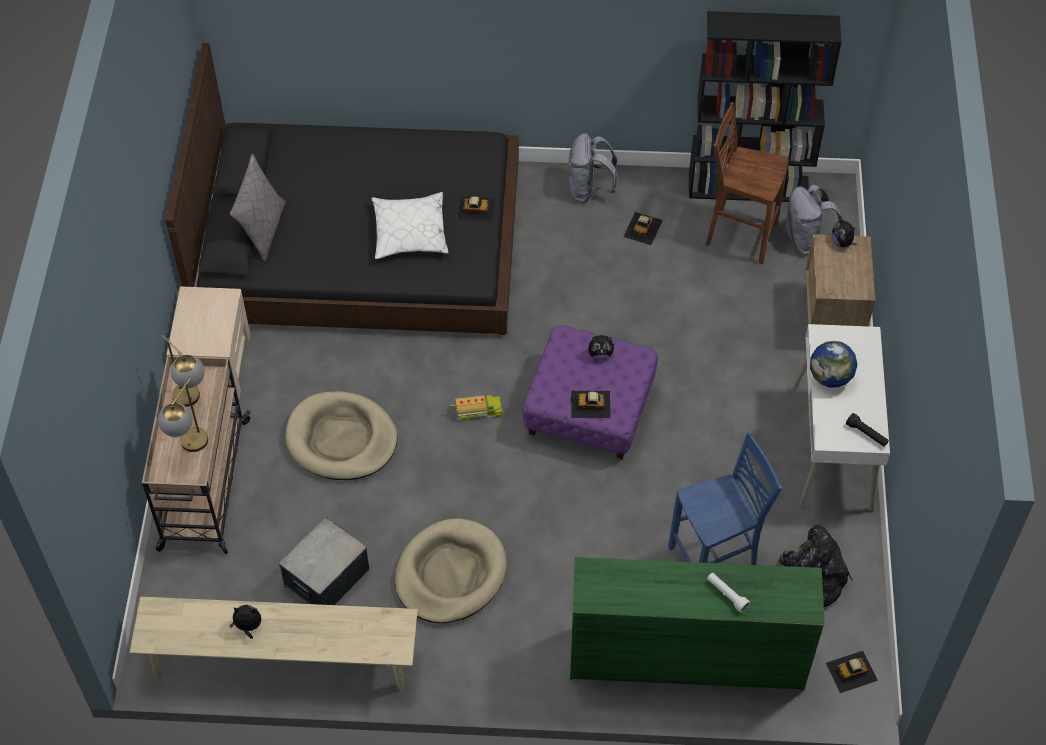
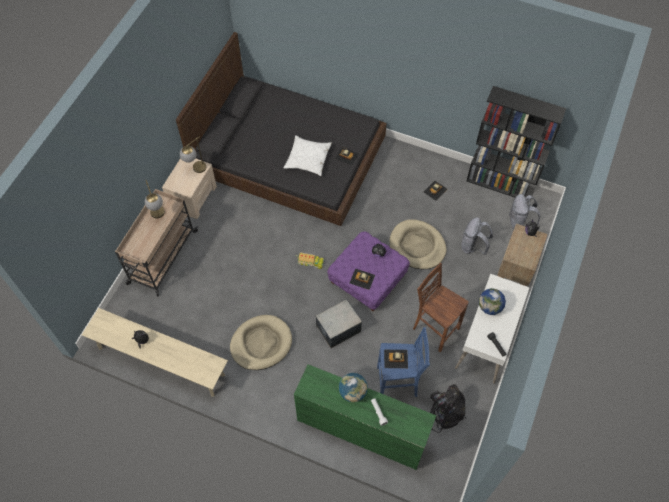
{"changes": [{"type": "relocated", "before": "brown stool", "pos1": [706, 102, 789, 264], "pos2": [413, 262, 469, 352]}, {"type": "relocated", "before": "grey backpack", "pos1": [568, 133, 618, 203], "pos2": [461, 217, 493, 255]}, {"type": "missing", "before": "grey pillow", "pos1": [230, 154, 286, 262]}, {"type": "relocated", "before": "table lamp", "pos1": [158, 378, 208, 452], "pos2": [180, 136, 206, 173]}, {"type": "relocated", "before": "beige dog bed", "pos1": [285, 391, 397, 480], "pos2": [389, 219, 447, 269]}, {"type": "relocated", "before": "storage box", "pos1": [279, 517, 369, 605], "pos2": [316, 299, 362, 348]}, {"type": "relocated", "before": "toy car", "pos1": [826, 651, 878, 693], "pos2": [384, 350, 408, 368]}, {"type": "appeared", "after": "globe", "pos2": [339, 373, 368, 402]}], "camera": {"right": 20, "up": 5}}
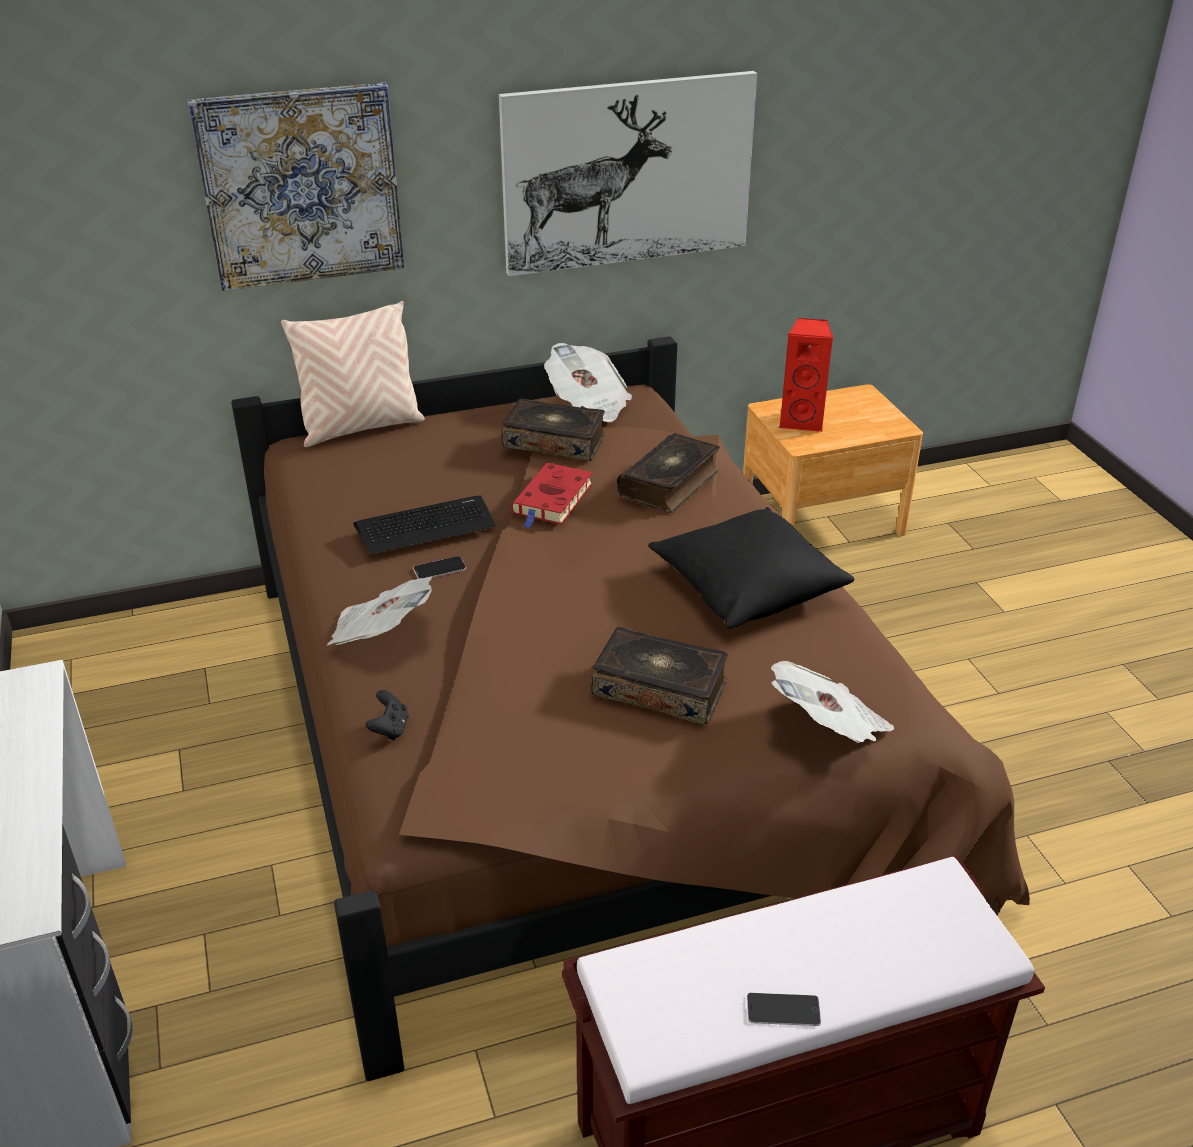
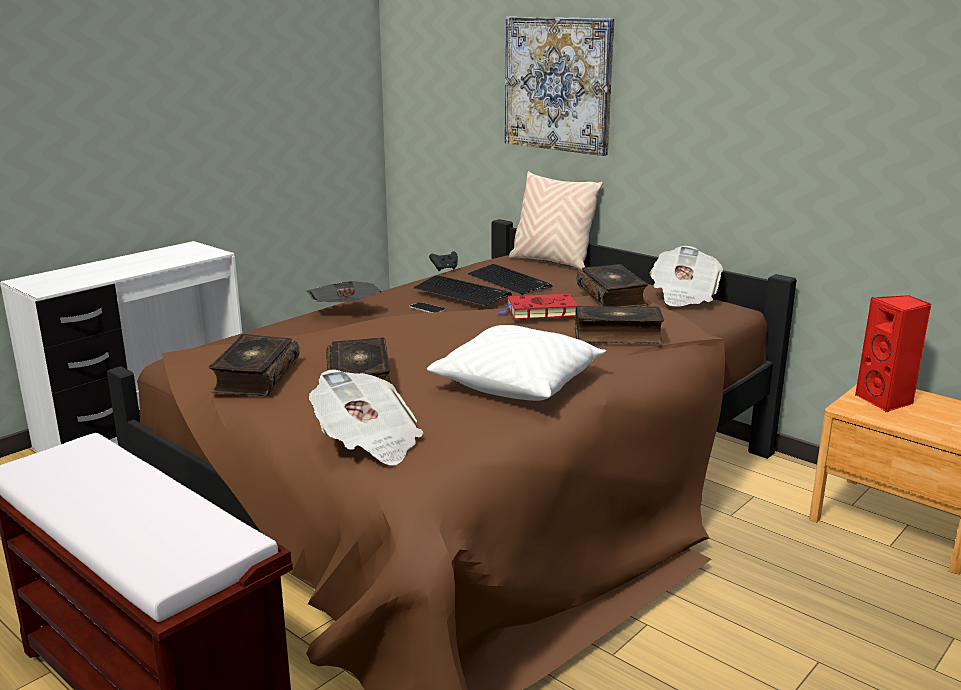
{"changes": [{"type": "missing", "before": "picture", "pos1": [499, 71, 757, 276]}, {"type": "colour", "before": "black pillow", "after": "white pillow", "pos1": [648, 507, 854, 629], "pos2": [427, 325, 606, 401]}, {"type": "relocated", "before": "black game controller", "pos1": [366, 690, 409, 740], "pos2": [429, 251, 458, 271]}, {"type": "missing", "before": "phone", "pos1": [747, 993, 821, 1026]}, {"type": "appeared", "after": "keyboard", "pos2": [468, 264, 553, 295]}, {"type": "appeared", "after": "book", "pos2": [209, 334, 299, 396]}], "camera": {"right": 60, "up": -15}}
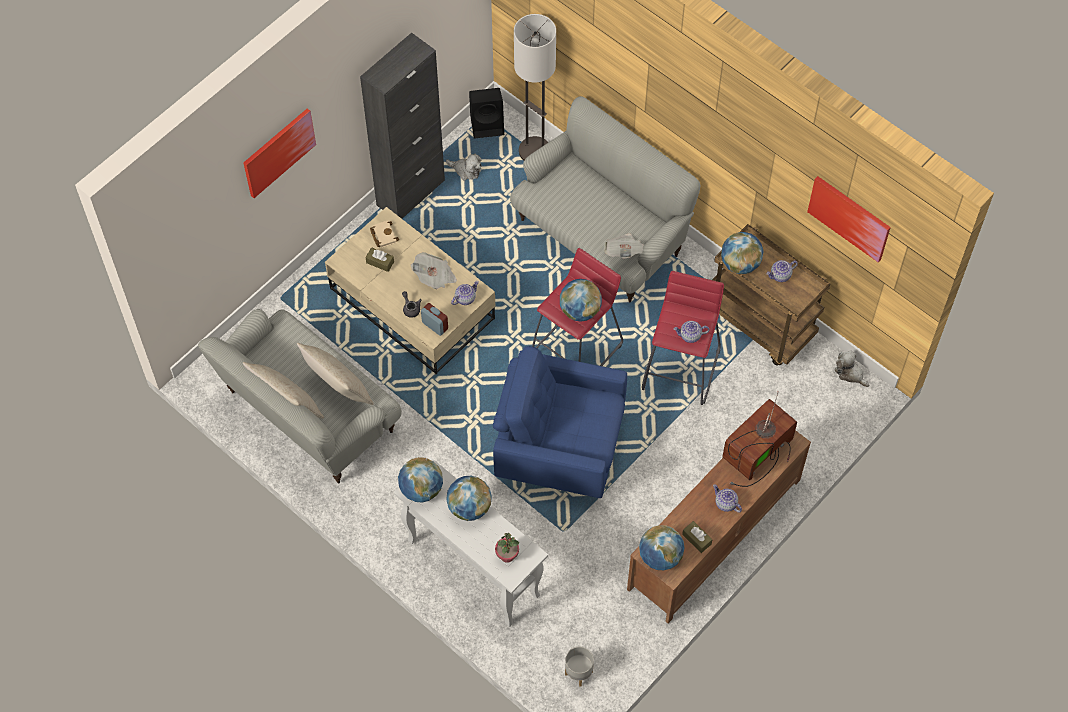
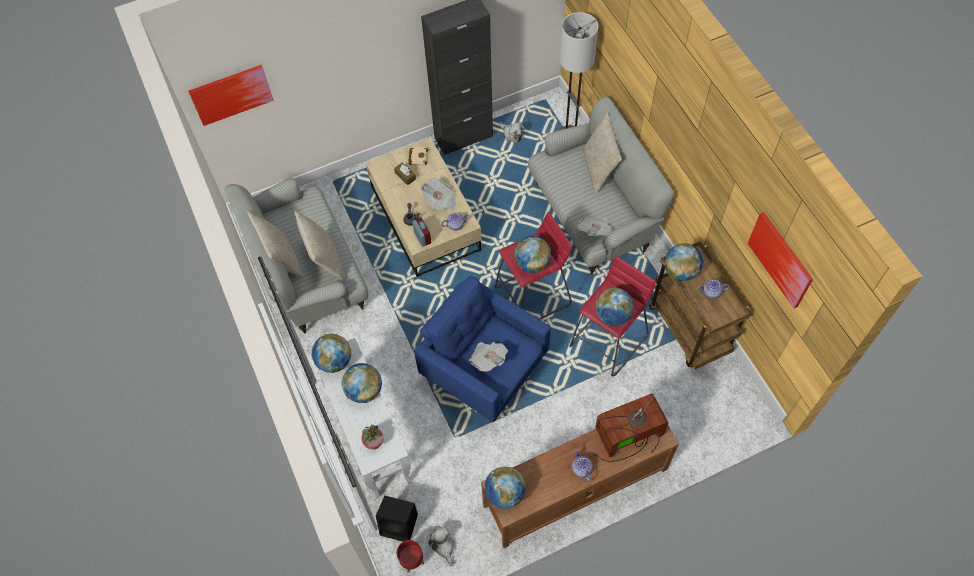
{"changes": [{"type": "relocated", "before": "black speaker", "pos1": [469, 88, 504, 139], "pos2": [376, 496, 418, 542]}, {"type": "relocated", "before": "picture", "pos1": [243, 109, 316, 198], "pos2": [188, 65, 274, 126]}, {"type": "exchanged", "before": "teapot", "after": "globe", "pos1": [673, 321, 710, 343], "pos2": [596, 288, 634, 326]}, {"type": "relocated", "before": "plush toy", "pos1": [835, 350, 869, 387], "pos2": [429, 526, 454, 566]}, {"type": "missing", "before": "brown tissue box", "pos1": [682, 521, 712, 553]}, {"type": "colour", "before": "grey planter", "after": "red planter", "pos1": [565, 647, 594, 687], "pos2": [397, 540, 424, 573]}, {"type": "appeared", "after": "beige pillow", "pos2": [582, 113, 622, 195]}, {"type": "appeared", "after": "newspaper", "pos2": [469, 342, 508, 372]}], "camera": {"right": 25, "up": 0}}
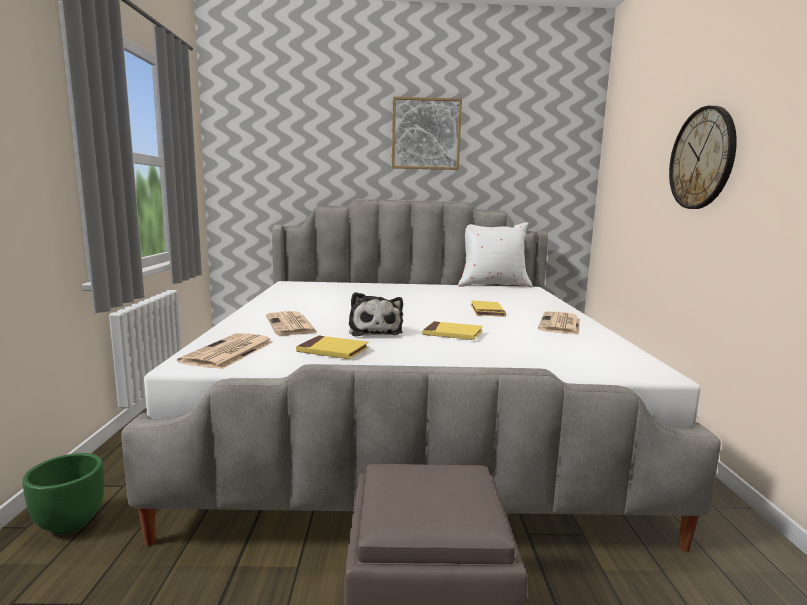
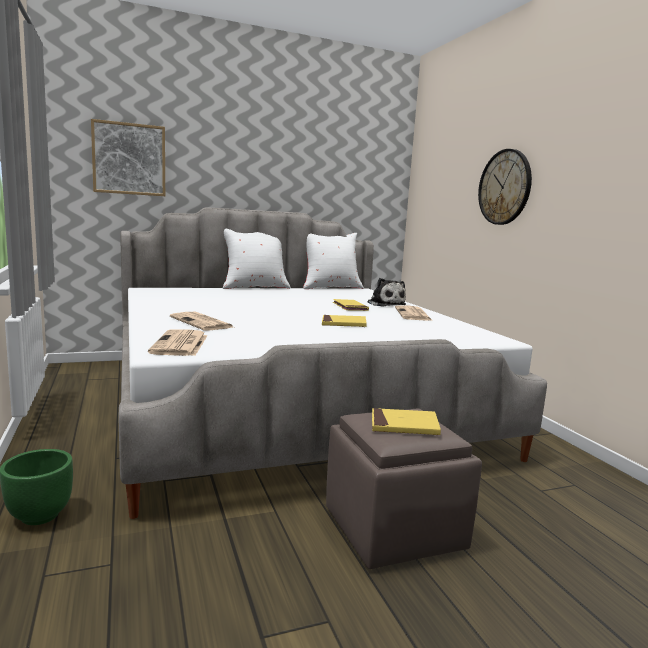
{"changes": [{"type": "relocated", "before": "picture", "pos1": [392, 96, 462, 170], "pos2": [91, 119, 165, 196]}, {"type": "relocated", "before": "plush toy", "pos1": [349, 292, 403, 336], "pos2": [368, 278, 406, 307]}, {"type": "relocated", "before": "yellow book", "pos1": [296, 336, 369, 359], "pos2": [372, 408, 441, 435]}, {"type": "appeared", "after": "white pillow", "pos2": [223, 229, 291, 289]}], "camera": {"right": -20, "up": 0}}
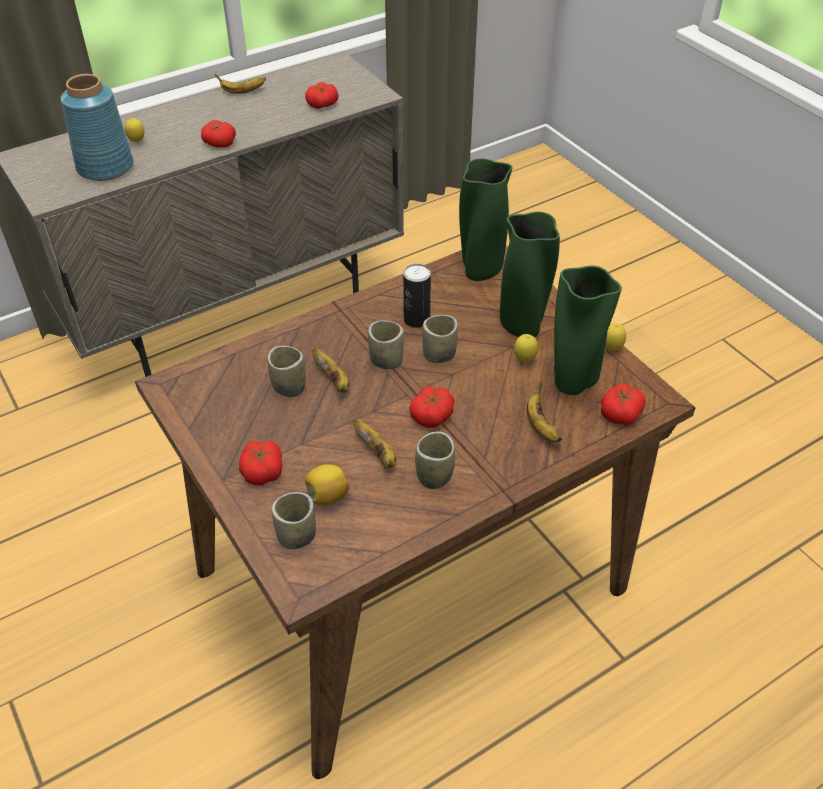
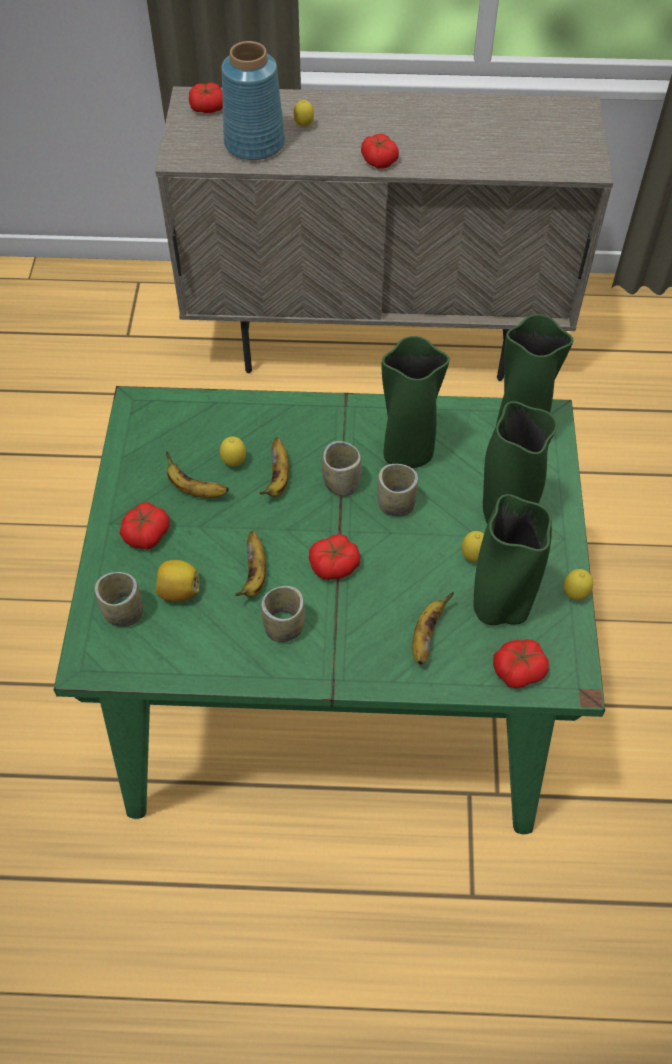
{"changes": [{"type": "relocated", "before": "banana", "pos1": [215, 74, 266, 94], "pos2": [166, 451, 229, 498]}, {"type": "relocated", "before": "tomato", "pos1": [305, 82, 339, 109], "pos2": [189, 83, 223, 113]}, {"type": "colour", "before": "brown dining table", "after": "green dining table", "pos1": [135, 246, 695, 779], "pos2": [54, 386, 605, 834]}, {"type": "exchanged", "before": "can", "after": "green vase", "pos1": [403, 264, 431, 328], "pos2": [382, 336, 450, 468]}, {"type": "exchanged", "before": "cup", "after": "lemon", "pos1": [268, 346, 306, 397], "pos2": [220, 437, 246, 466]}], "camera": {"right": 35, "up": 10}}
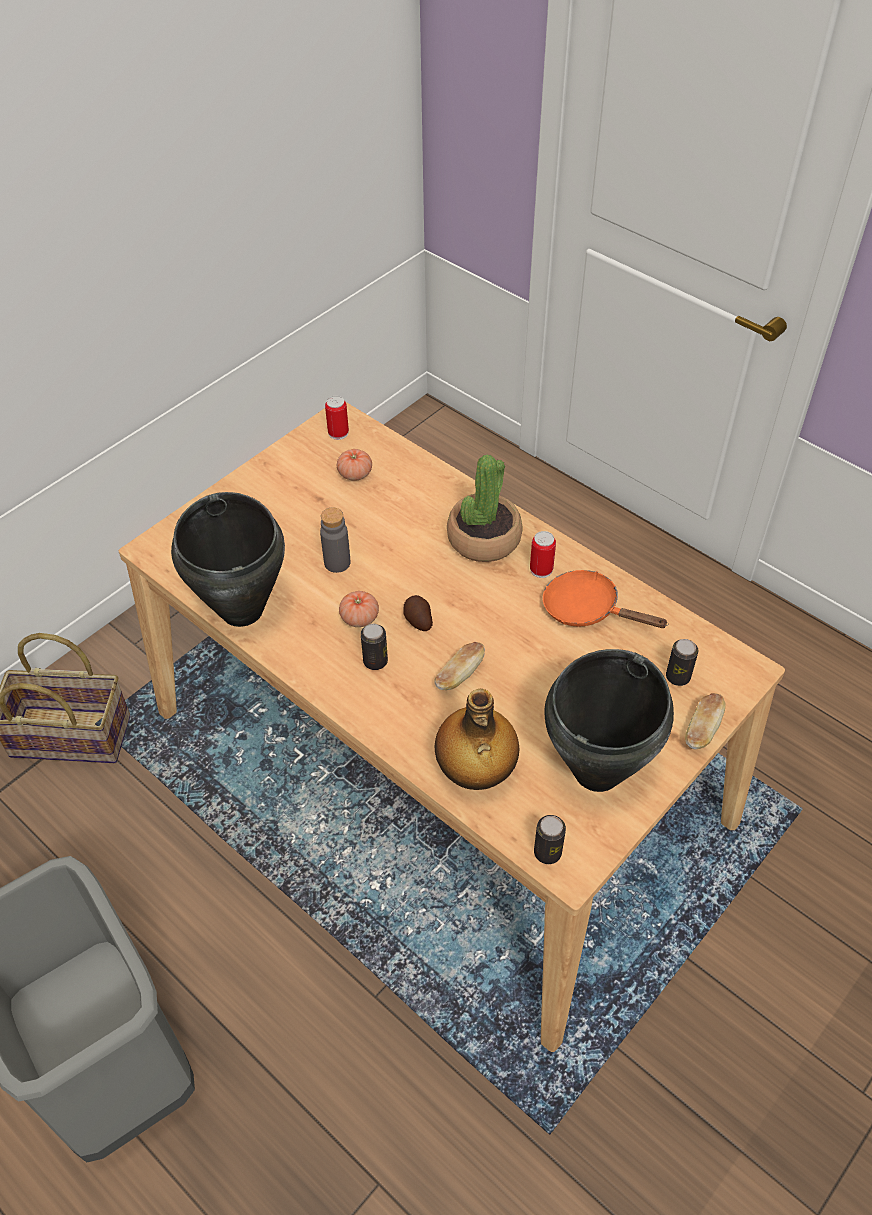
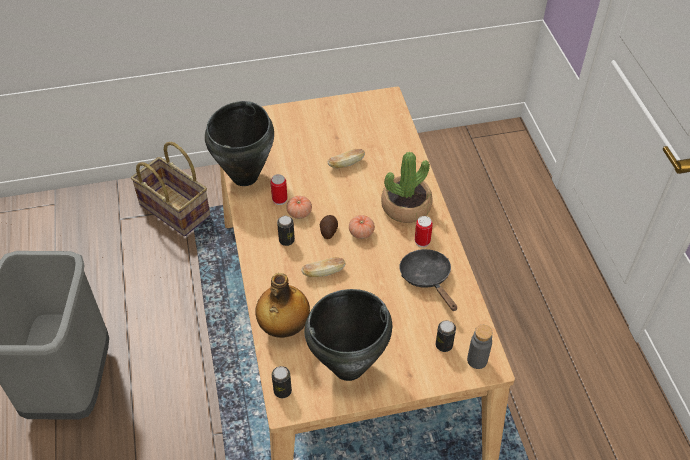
{"changes": [{"type": "relocated", "before": "can", "pos1": [325, 396, 349, 440], "pos2": [270, 174, 287, 205]}, {"type": "relocated", "before": "tomato", "pos1": [337, 449, 372, 481], "pos2": [349, 215, 375, 239]}, {"type": "relocated", "before": "grey bottle", "pos1": [320, 507, 351, 573], "pos2": [467, 325, 493, 369]}, {"type": "colour", "before": "orange frying pan", "after": "black frying pan", "pos1": [543, 570, 669, 628], "pos2": [399, 249, 457, 311]}, {"type": "relocated", "before": "bread", "pos1": [685, 693, 725, 749], "pos2": [328, 149, 365, 168]}], "camera": {"right": 35, "up": 0}}
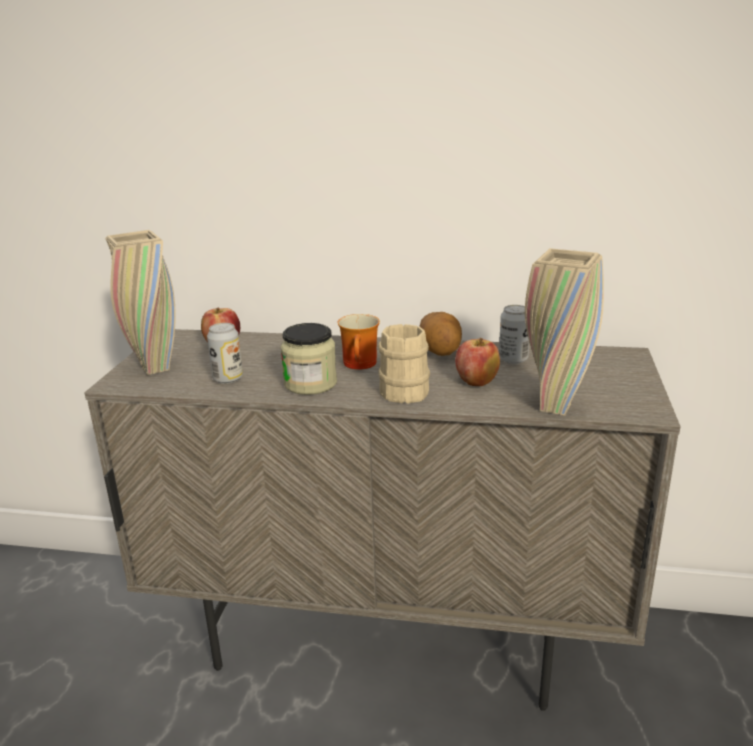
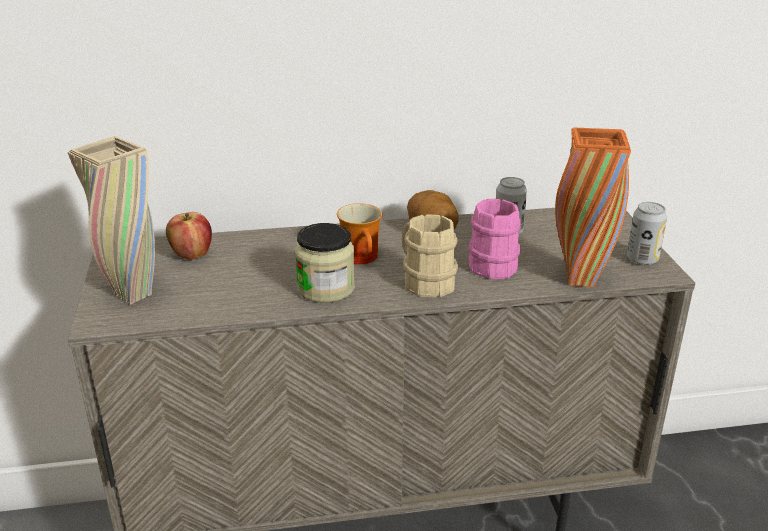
{"changes": [{"type": "colour", "before": "beige vase", "after": "orange vase", "pos1": [525, 248, 604, 416], "pos2": [555, 127, 631, 287]}, {"type": "relocated", "before": "can", "pos1": [207, 323, 243, 384], "pos2": [627, 202, 667, 265]}, {"type": "exchanged", "before": "apple", "after": "pink mug", "pos1": [455, 338, 500, 386], "pos2": [469, 199, 521, 279]}], "camera": {"right": -20, "up": 5}}
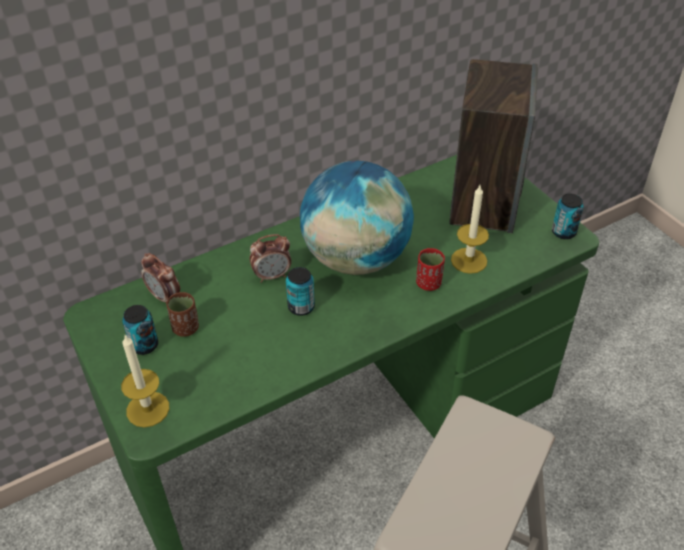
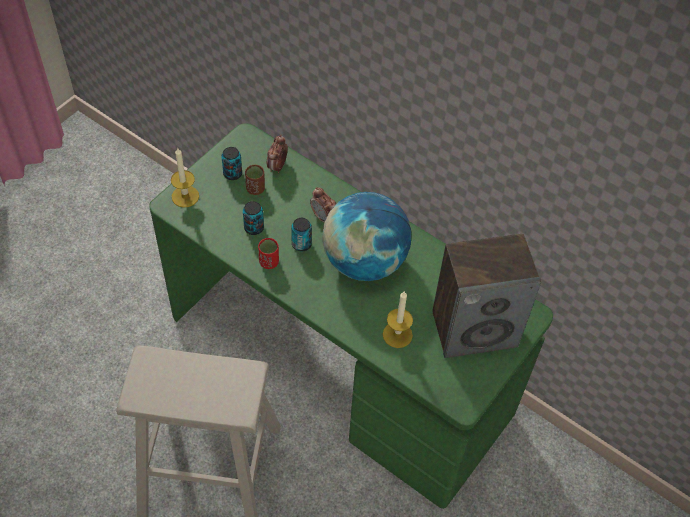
{"changes": [{"type": "relocated", "before": "can", "pos1": [552, 194, 584, 239], "pos2": [243, 201, 264, 235]}, {"type": "relocated", "before": "red cup", "pos1": [416, 248, 445, 291], "pos2": [258, 238, 279, 269]}], "camera": {"right": 65, "up": 10}}
